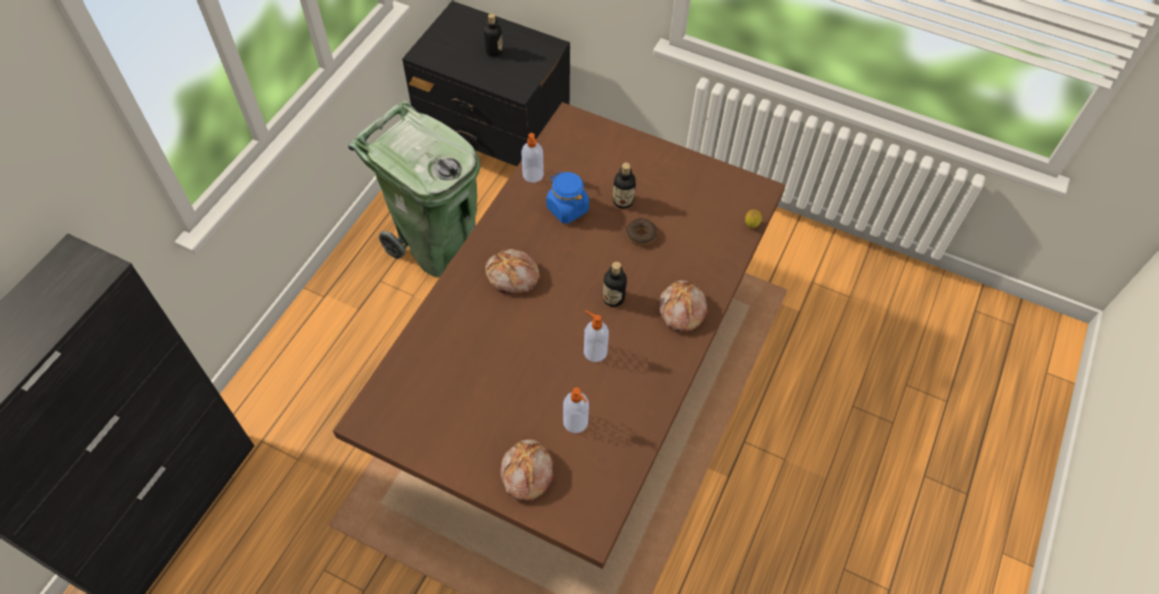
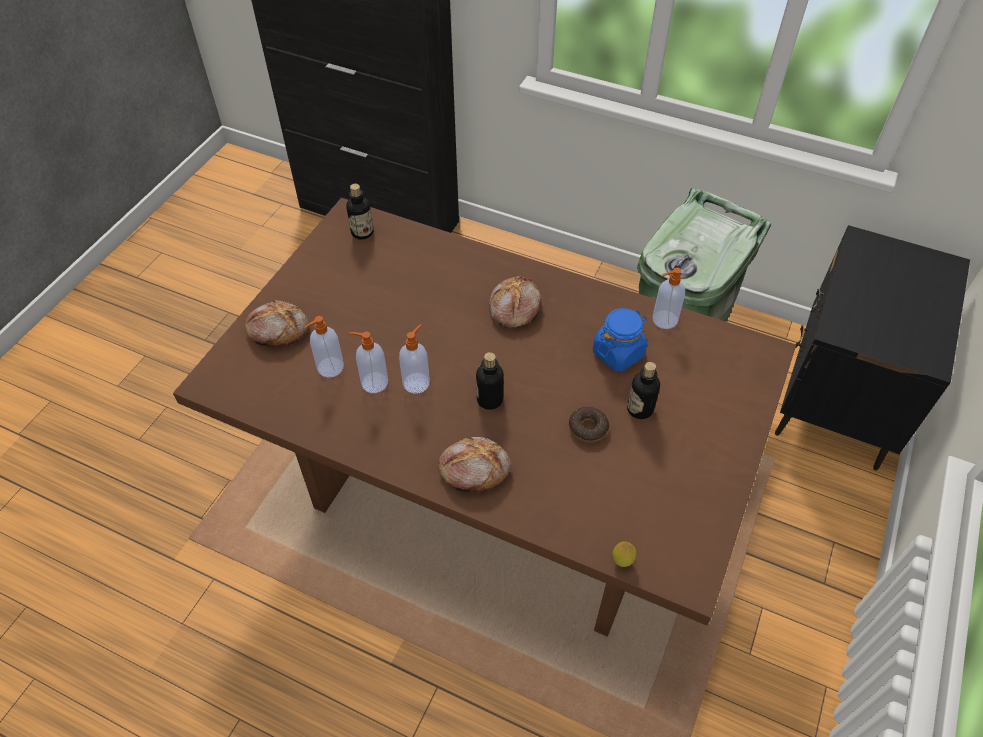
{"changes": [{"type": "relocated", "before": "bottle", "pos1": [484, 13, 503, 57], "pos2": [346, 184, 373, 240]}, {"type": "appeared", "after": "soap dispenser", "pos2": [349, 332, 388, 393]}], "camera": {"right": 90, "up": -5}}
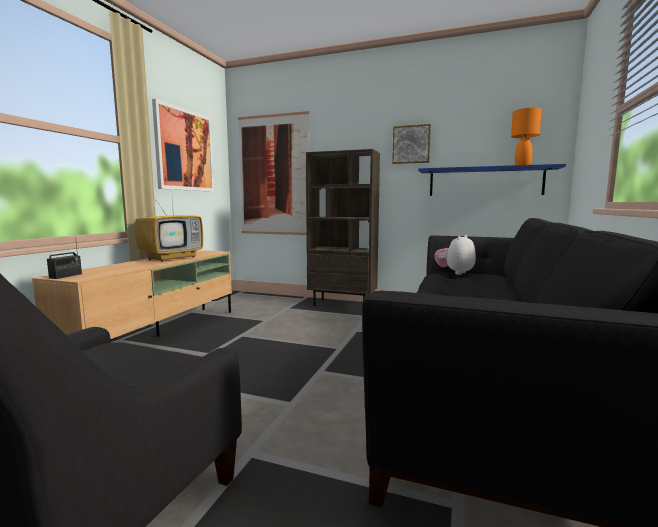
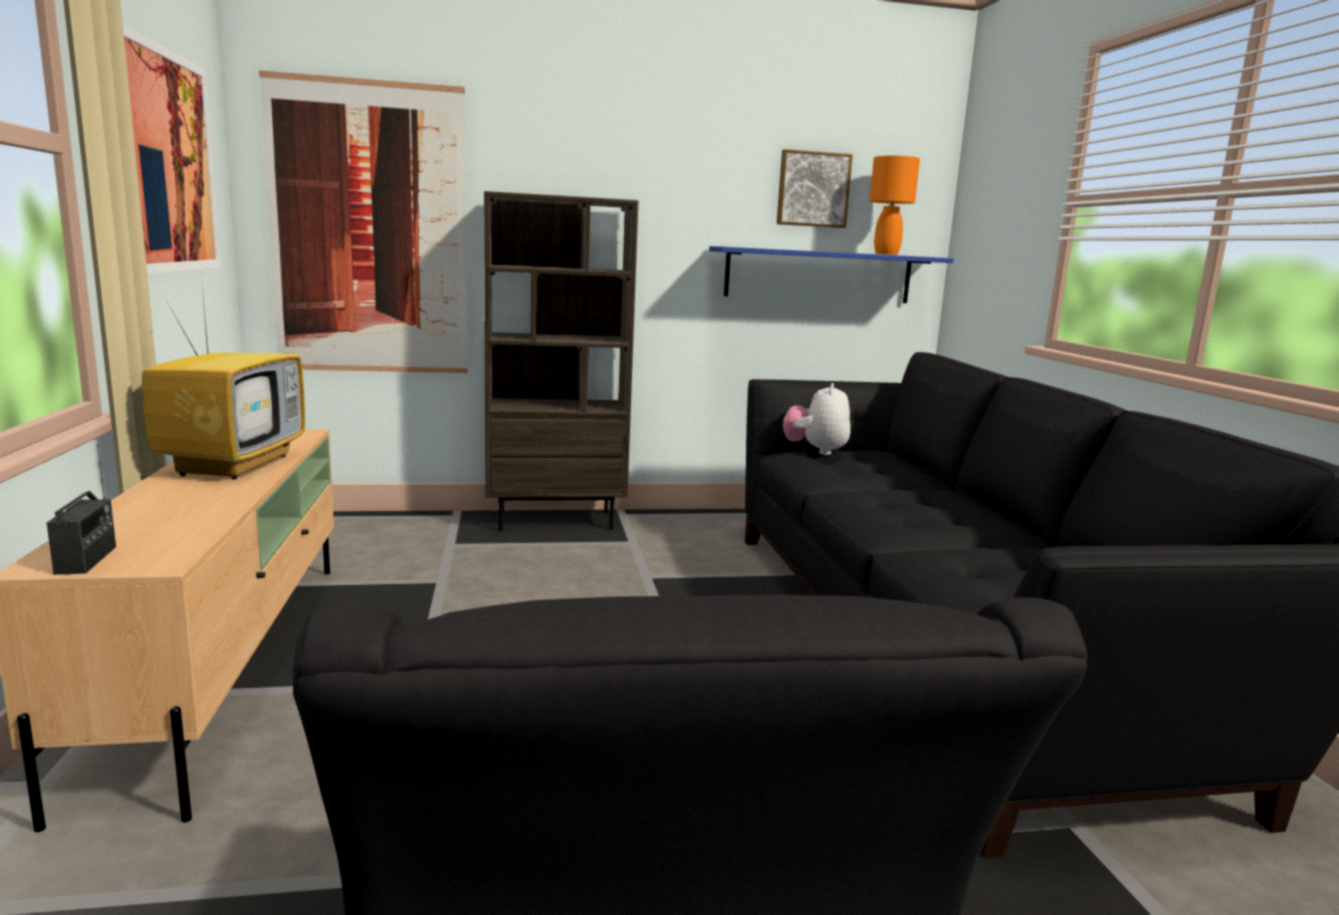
{"changes": [{"type": "relocated", "before": "picture", "pos1": [392, 124, 431, 164], "pos2": [777, 149, 853, 228]}], "camera": {"right": -30, "up": 5}}
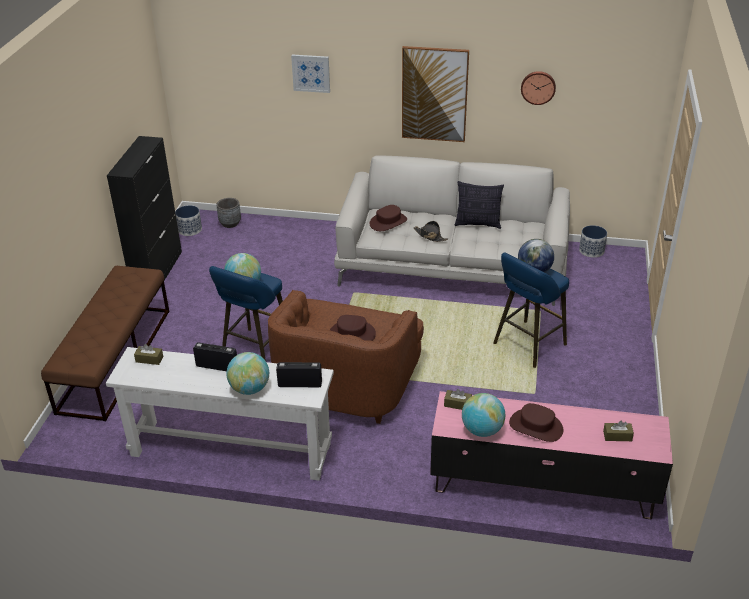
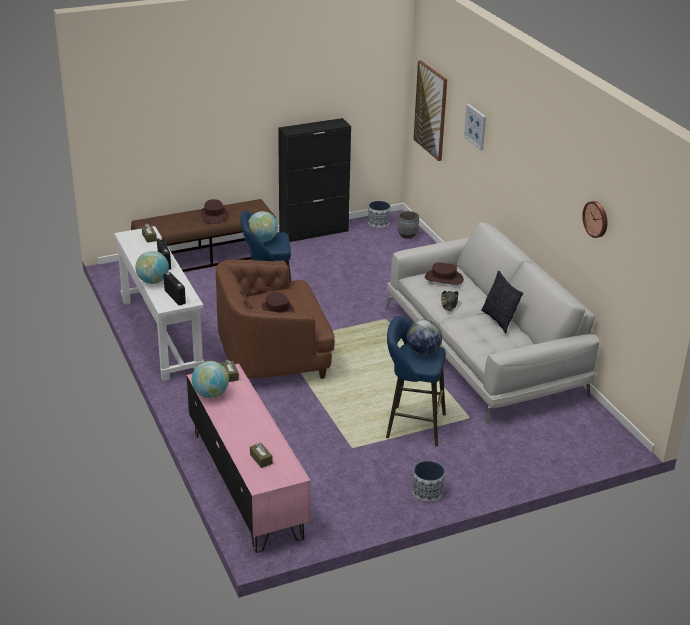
{"changes": [{"type": "relocated", "before": "picture", "pos1": [402, 46, 469, 142], "pos2": [413, 60, 447, 161]}, {"type": "relocated", "before": "planter", "pos1": [579, 225, 607, 258], "pos2": [412, 461, 445, 502]}, {"type": "relocated", "before": "brown hat", "pos1": [509, 403, 563, 442], "pos2": [201, 199, 227, 224]}], "camera": {"right": 55, "up": -5}}
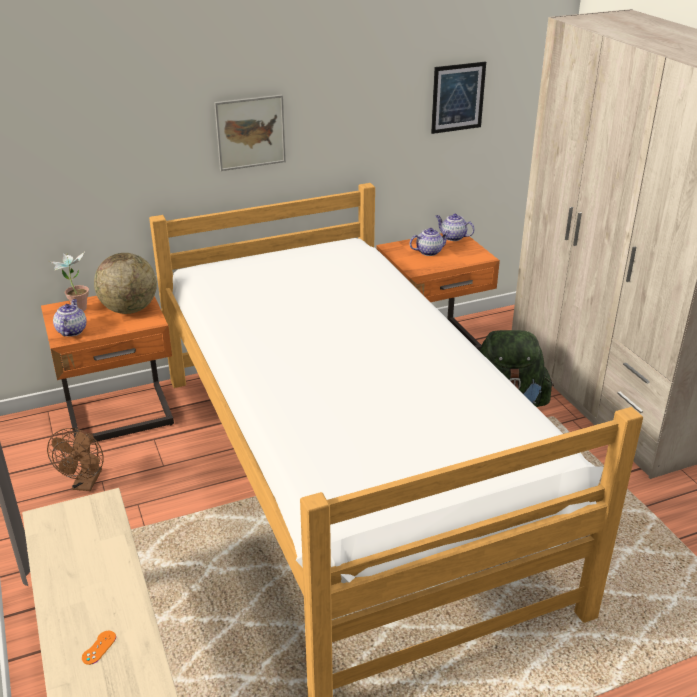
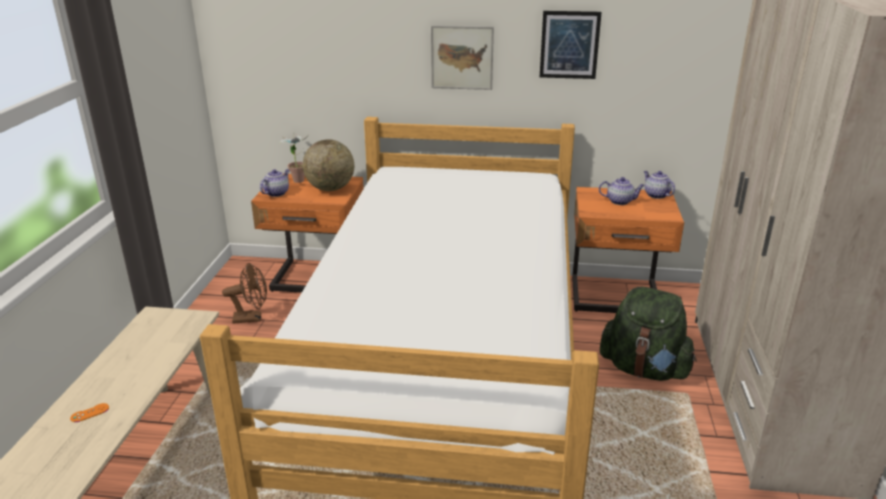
{"changes": [{"type": "relocated", "before": "picture", "pos1": [431, 61, 486, 134], "pos2": [540, 11, 602, 79]}, {"type": "spun", "before": "brown fan", "pos1": [47, 428, 104, 491], "pos2": [222, 263, 267, 324], "turn": -135}], "camera": {"right": 30, "up": -5}}
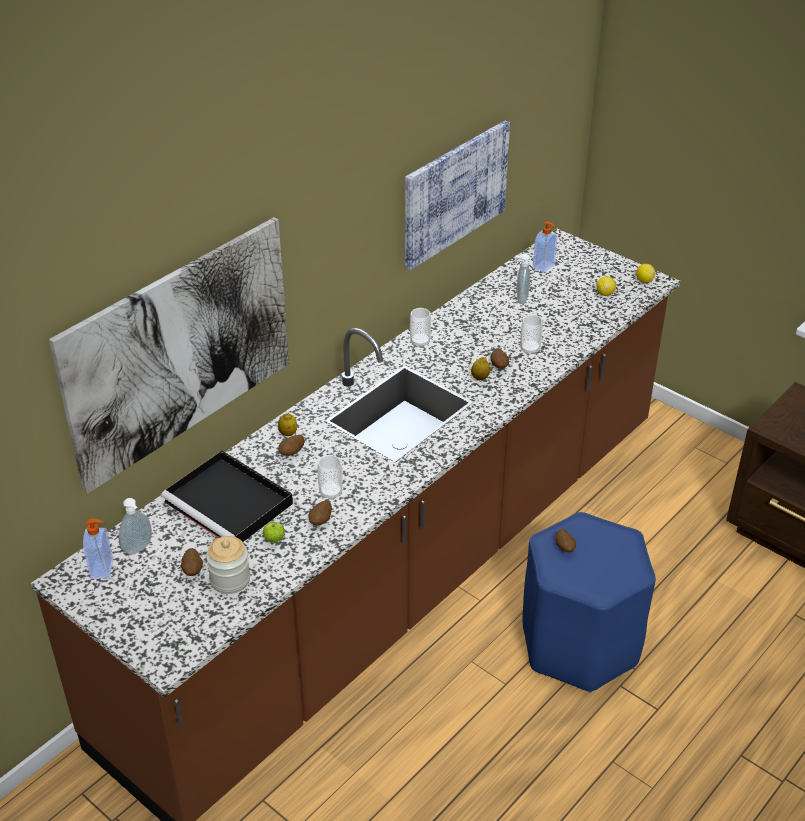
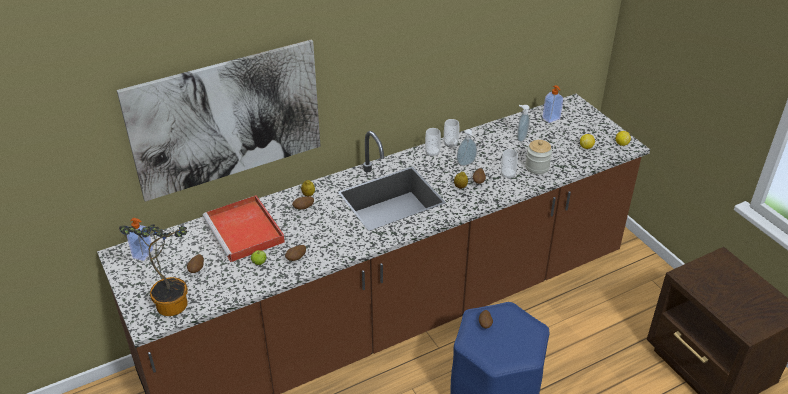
{"changes": [{"type": "missing", "before": "picture", "pos1": [405, 121, 510, 270]}, {"type": "colour", "before": "black tray", "after": "red tray", "pos1": [161, 451, 293, 542], "pos2": [203, 195, 285, 262]}, {"type": "relocated", "before": "cup", "pos1": [318, 455, 343, 500], "pos2": [444, 119, 459, 148]}, {"type": "relocated", "before": "soap dispenser", "pos1": [119, 498, 152, 555], "pos2": [457, 129, 477, 166]}, {"type": "relocated", "before": "jar", "pos1": [206, 536, 250, 594], "pos2": [525, 140, 552, 174]}, {"type": "appeared", "after": "potted plant", "pos2": [119, 224, 188, 316]}], "camera": {"right": 20, "up": 0}}
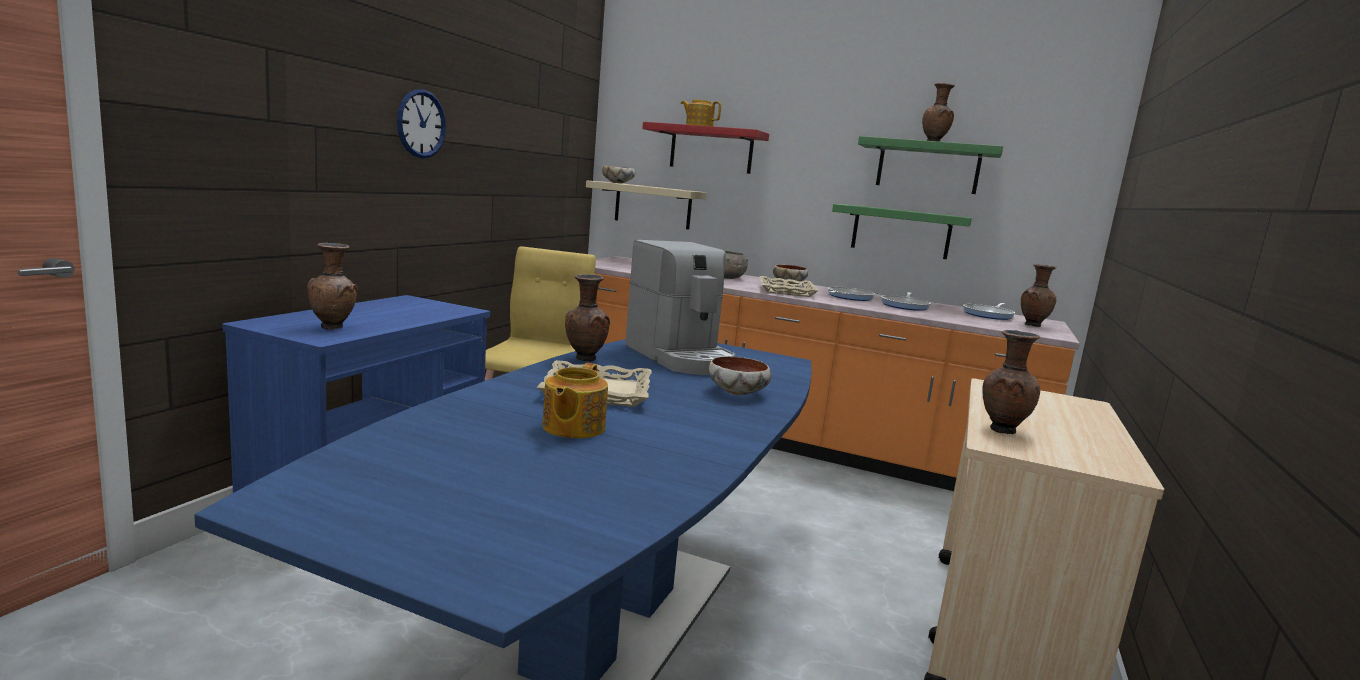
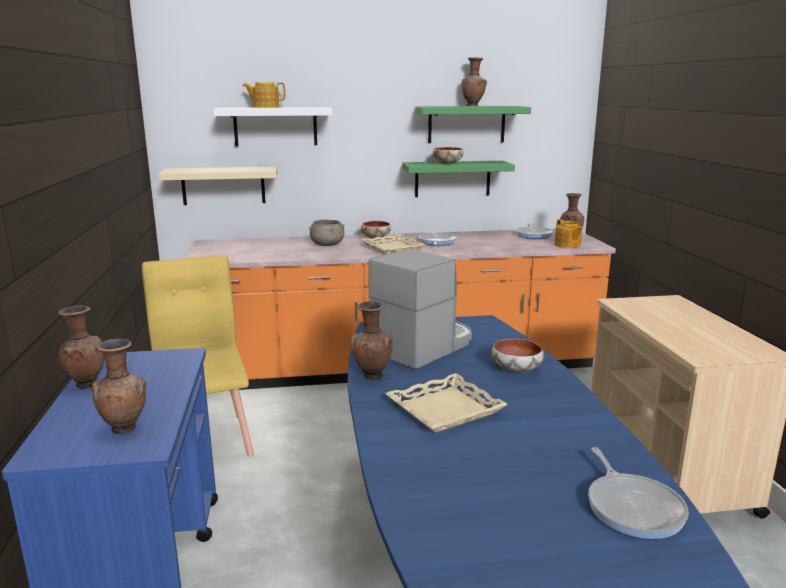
{"changes": [{"type": "missing", "before": "wall clock", "pos1": [397, 89, 446, 159]}, {"type": "colour", "before": "red shelf", "after": "white shelf", "pos1": [642, 122, 769, 174], "pos2": [213, 107, 332, 146]}, {"type": "relocated", "before": "bowl", "pos1": [602, 166, 635, 183], "pos2": [433, 147, 463, 164]}, {"type": "spun", "before": "coffee machine", "pos1": [625, 240, 735, 375], "pos2": [368, 249, 472, 369], "turn": -75}, {"type": "relocated", "before": "frying pan", "pos1": [881, 292, 931, 311], "pos2": [588, 447, 689, 539]}, {"type": "relocated", "before": "brown vase", "pos1": [982, 330, 1040, 434], "pos2": [58, 305, 105, 389]}, {"type": "relocated", "before": "teapot", "pos1": [543, 363, 608, 438], "pos2": [554, 219, 583, 248]}], "camera": {"right": -30, "up": 5}}
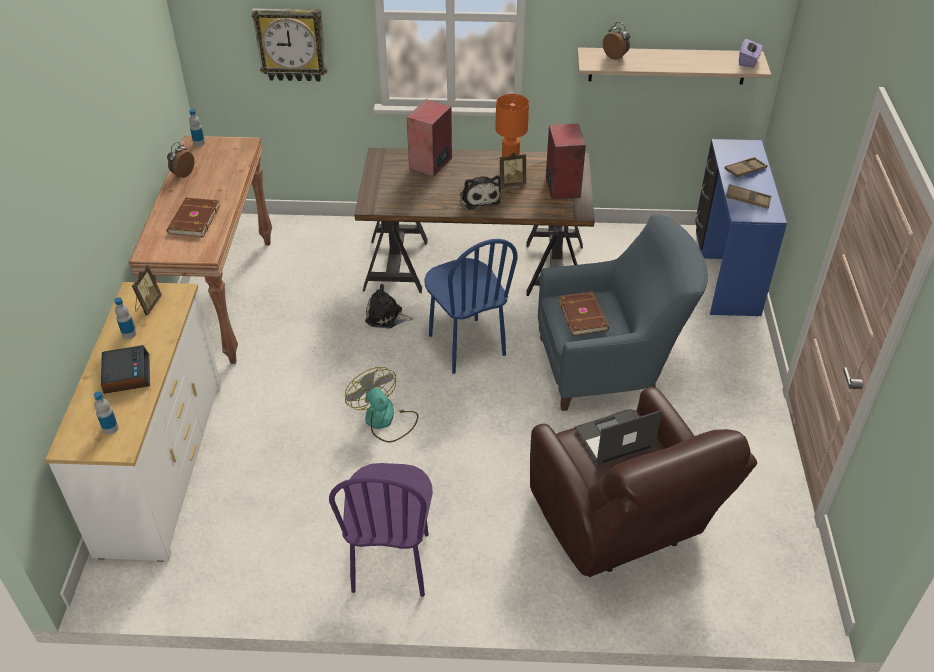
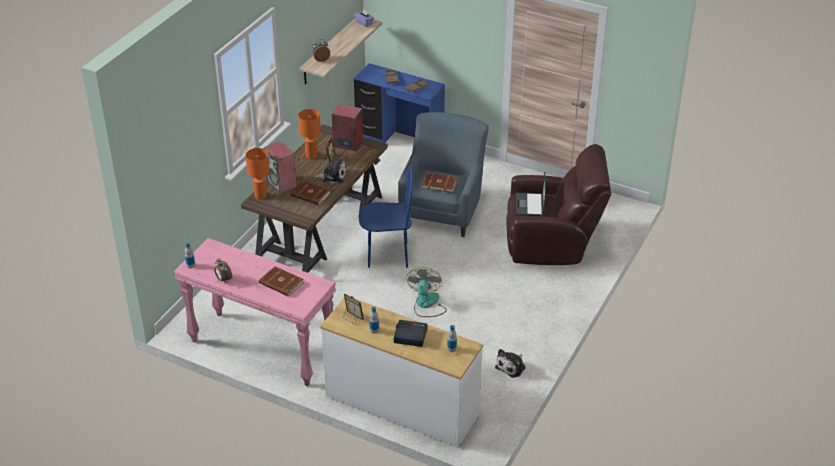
{"changes": [{"type": "missing", "before": "wall clock", "pos1": [252, 8, 327, 81]}, {"type": "colour", "before": "brown console table", "after": "pink console table", "pos1": [129, 136, 272, 364], "pos2": [174, 238, 336, 387]}, {"type": "relocated", "before": "plush toy", "pos1": [365, 284, 414, 329], "pos2": [495, 349, 526, 378]}, {"type": "spun", "before": "fan", "pos1": [345, 367, 418, 442], "pos2": [406, 267, 447, 317], "turn": 105}, {"type": "missing", "before": "purple chair", "pos1": [329, 463, 433, 597]}, {"type": "appeared", "after": "orange table lamp", "pos2": [245, 148, 270, 200]}, {"type": "appeared", "after": "brown book", "pos2": [290, 181, 330, 205]}], "camera": {"right": -65, "up": -5}}
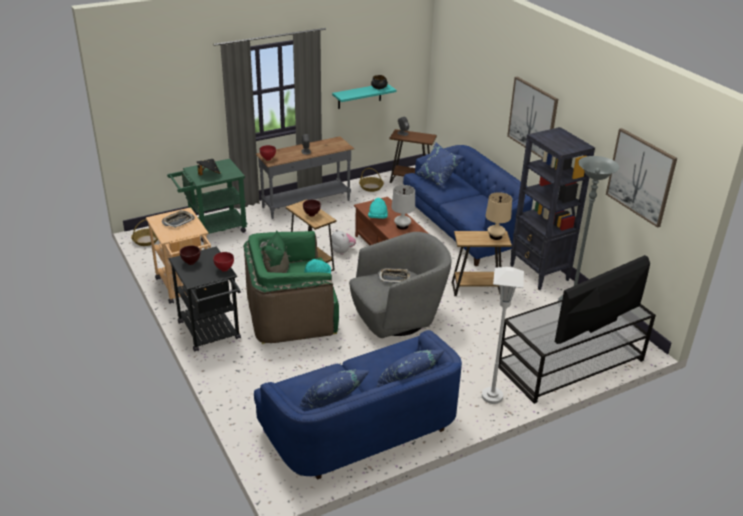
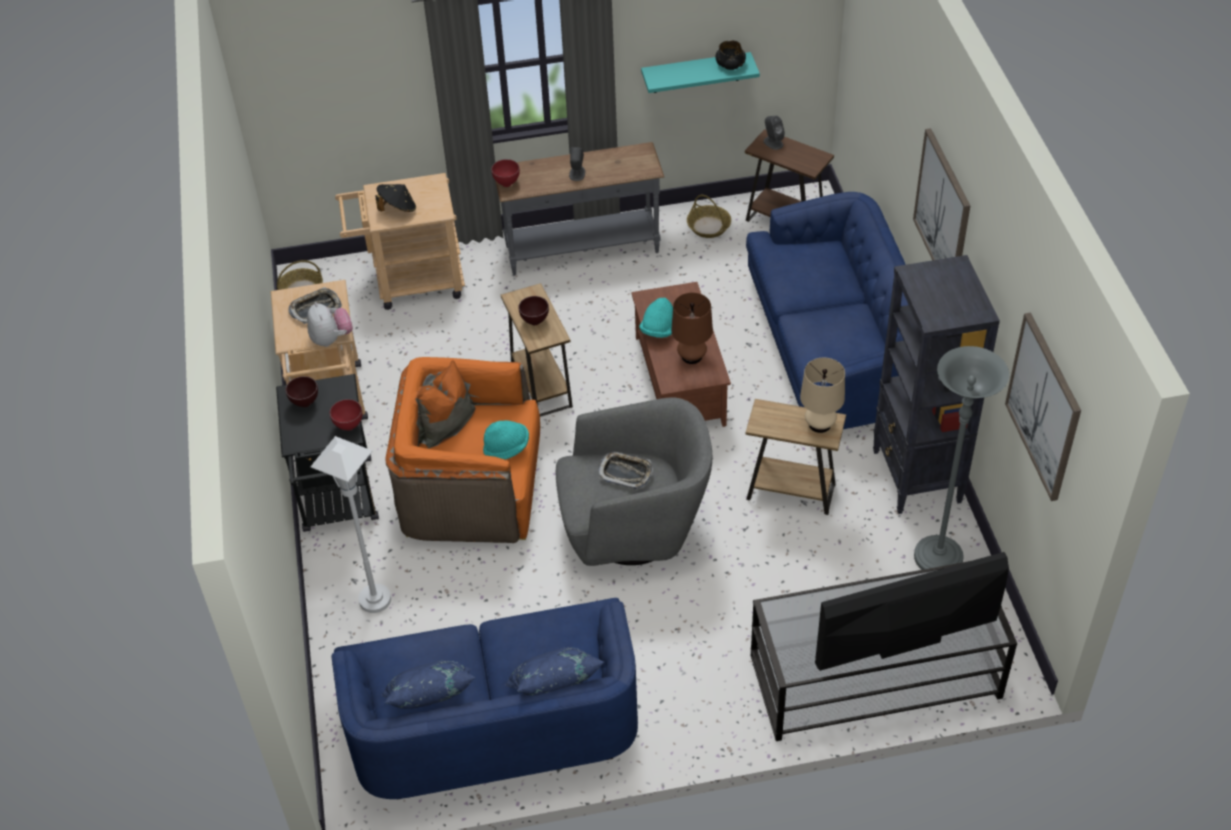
{"changes": [{"type": "missing", "before": "blue pillow", "pos1": [417, 142, 464, 189]}, {"type": "colour", "before": "green cart", "after": "beige cart", "pos1": [167, 159, 248, 242], "pos2": [335, 173, 465, 310]}, {"type": "colour", "before": "white table lamp", "after": "brown table lamp", "pos1": [391, 185, 415, 230], "pos2": [671, 293, 713, 364]}, {"type": "relocated", "before": "plush toy", "pos1": [331, 229, 356, 255], "pos2": [307, 302, 353, 347]}, {"type": "colour", "before": "green armchair", "after": "orange armchair", "pos1": [243, 230, 339, 344], "pos2": [385, 357, 540, 543]}, {"type": "relocated", "before": "white floor lamp", "pos1": [482, 267, 524, 404], "pos2": [311, 436, 391, 613]}], "camera": {"right": 20, "up": 15}}
